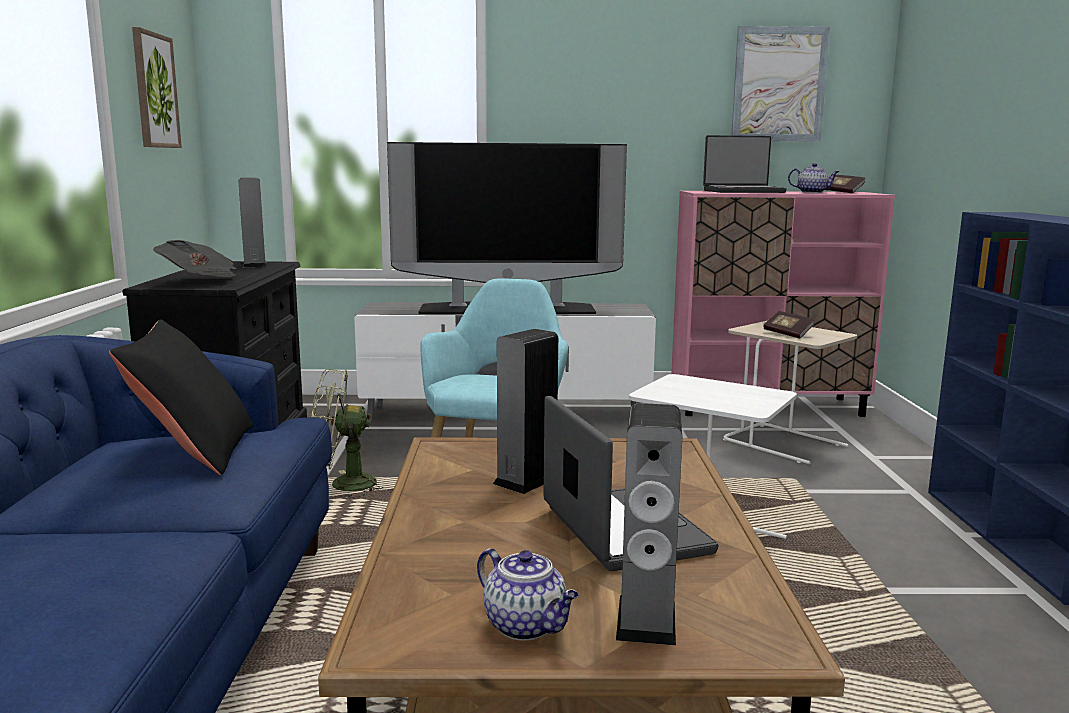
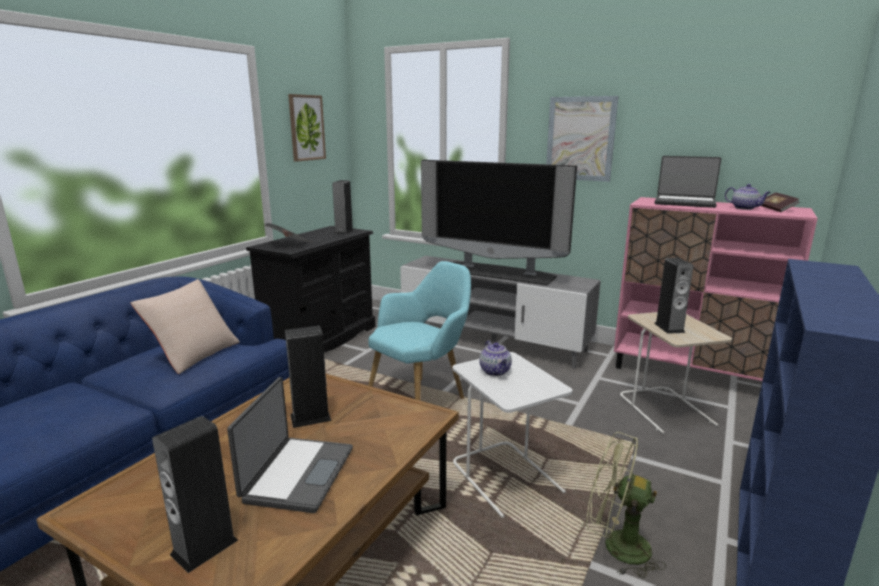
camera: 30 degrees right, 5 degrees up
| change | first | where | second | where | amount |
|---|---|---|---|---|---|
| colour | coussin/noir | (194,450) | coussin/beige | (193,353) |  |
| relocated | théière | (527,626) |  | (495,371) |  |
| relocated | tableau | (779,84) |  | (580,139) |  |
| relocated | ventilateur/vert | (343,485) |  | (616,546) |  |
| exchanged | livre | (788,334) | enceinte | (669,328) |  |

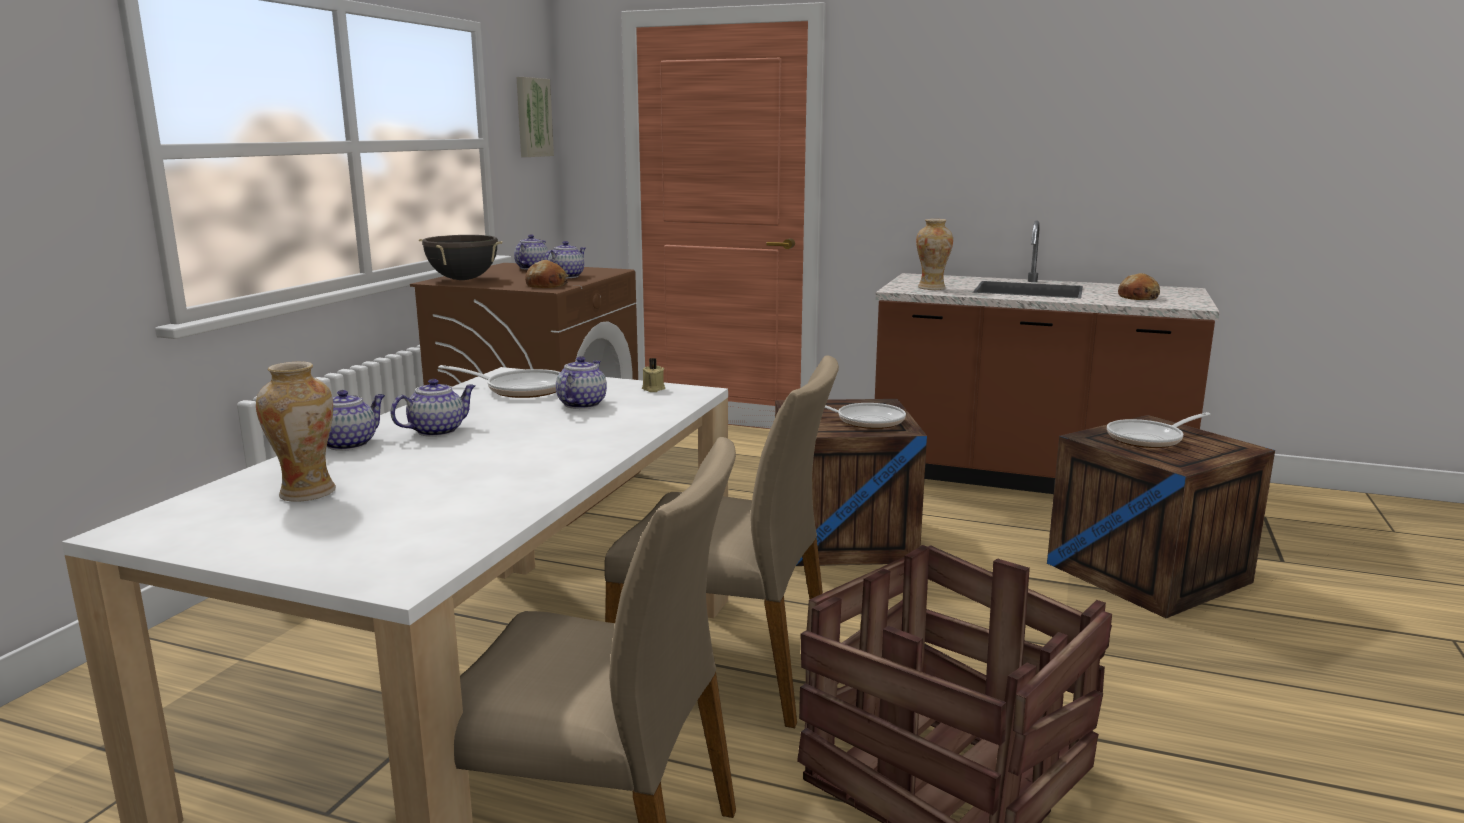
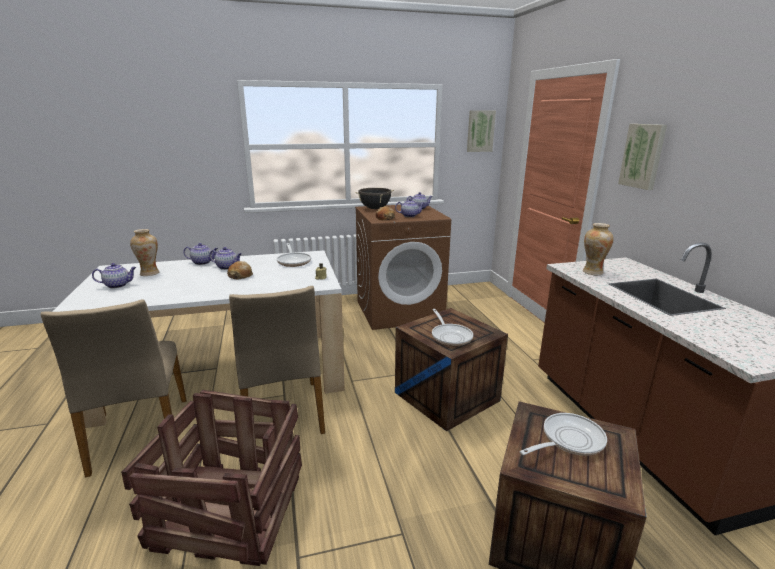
camera: 55 degrees right, 5 degrees up
| change | first | where | second | where | amount |
|---|---|---|---|---|---|
| relocated | théière | (582,404) |  | (118,285) |  |
| relocated | pain | (1138,297) |  | (240,275) |  |
| spun | poêle | (1149,439) |  | (568,440) | 120 degrees clockwise |
| appeared |  |  | tableau | (643,156) |  |

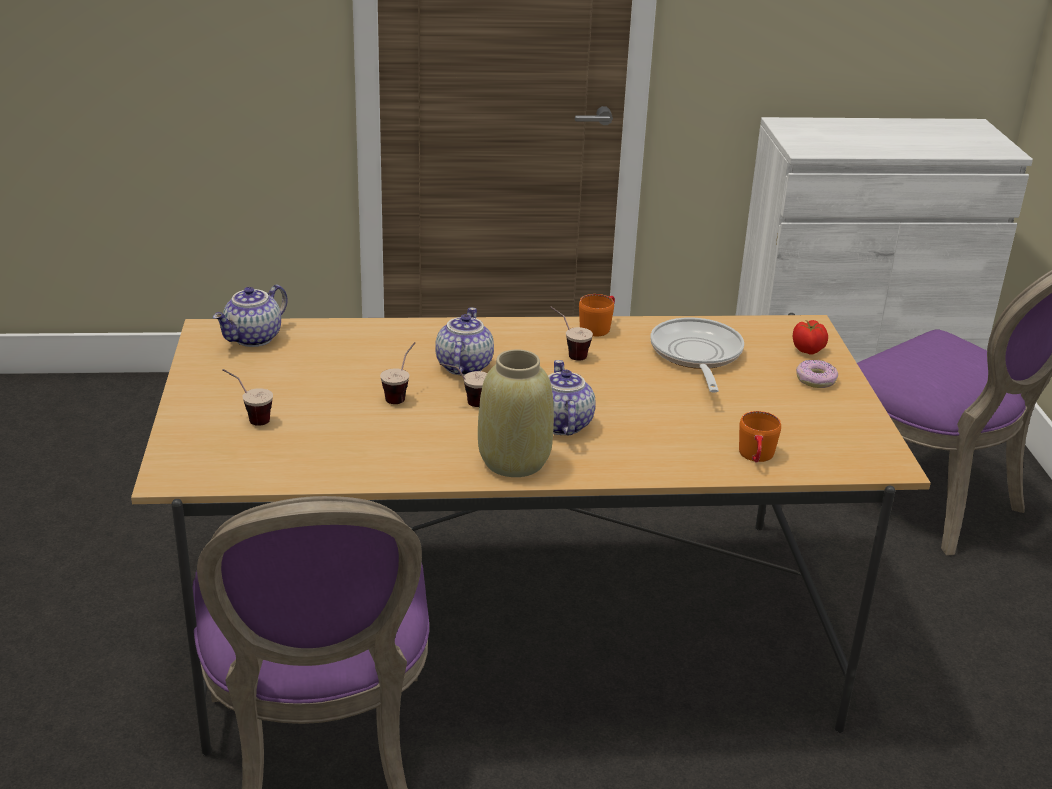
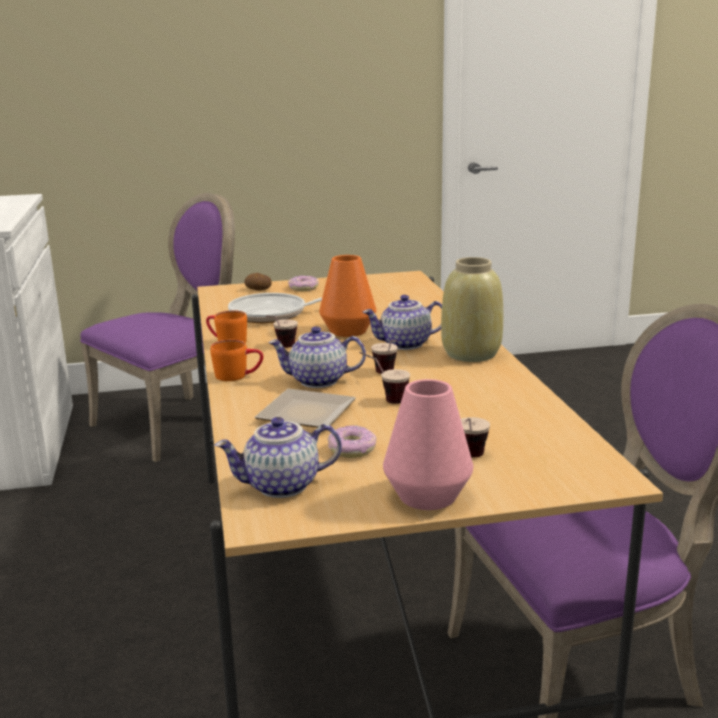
camera: 95 degrees left, 10 degrees down
| change | first | where | second | where | amount |
|---|---|---|---|---|---|
| relocated | mug/orange | (756,457) |  | (238,375) |  |
| spun | théière | (254,339) |  | (281,487) | 135 degrees clockwise |
| exchanged | tomate | (808,350) | pomme de terre | (258,290) |  |
| appeared |  |  | assiette | (305,412) |  |
| appeared |  |  | vase/orange | (348,331) |  |
| appeared |  |  | beignet | (352,449) |  |
| appeared |  |  | vase/rose | (428,496) |  |

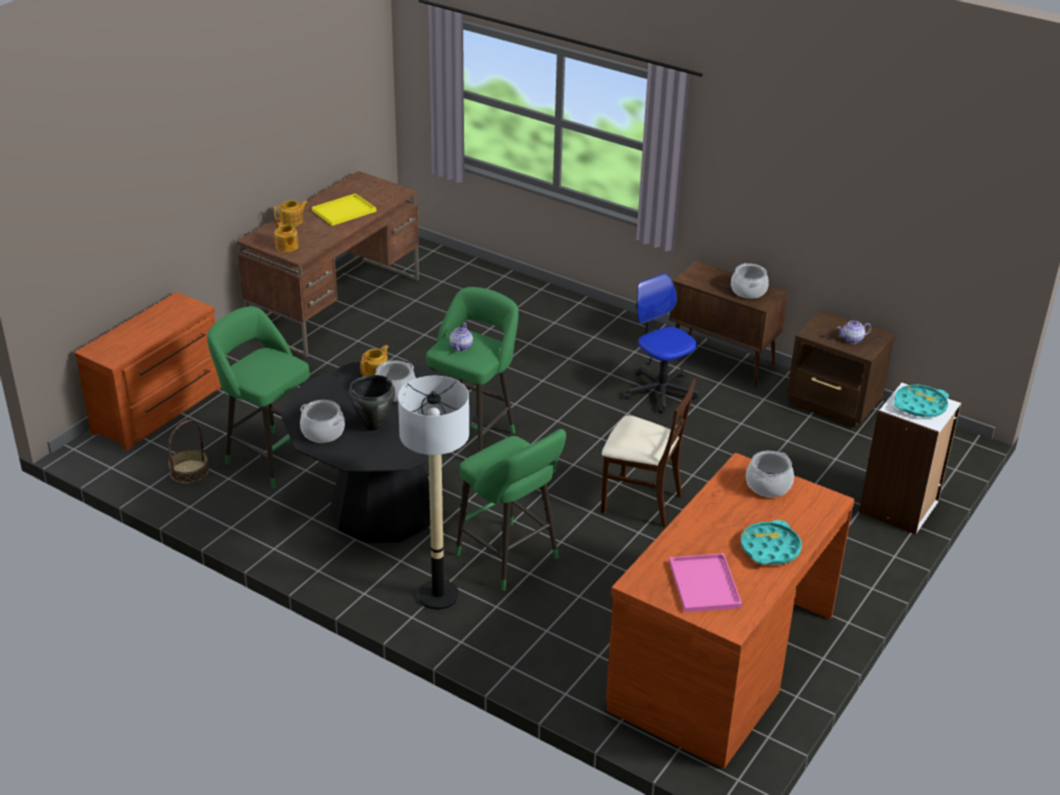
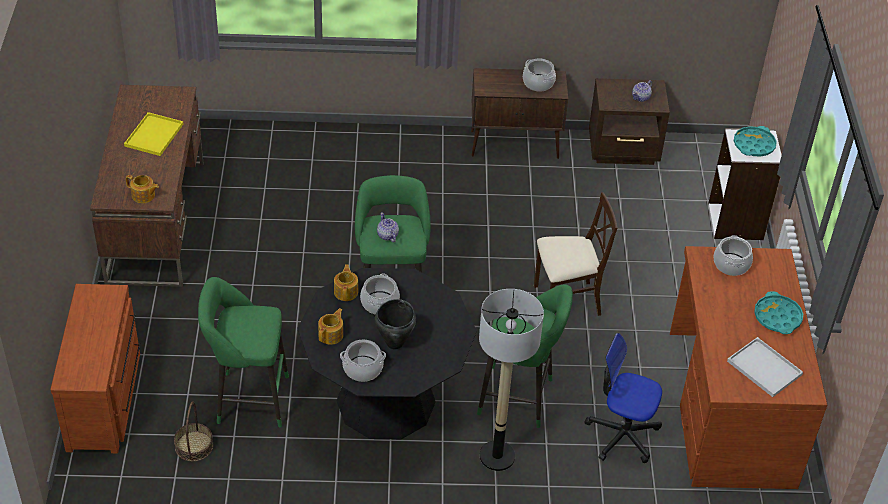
camera: 35 degrees left, 10 degrees up
| change | first | where | second | where | amount |
|---|---|---|---|---|---|
| relocated | théière | (292,221) |  | (331,335) |  |
| relocated | chaise de bureau | (660,391) |  | (622,434) |  |
| colour | plateau/rose | (705,585) | plateau/blanc | (766,368) |  |

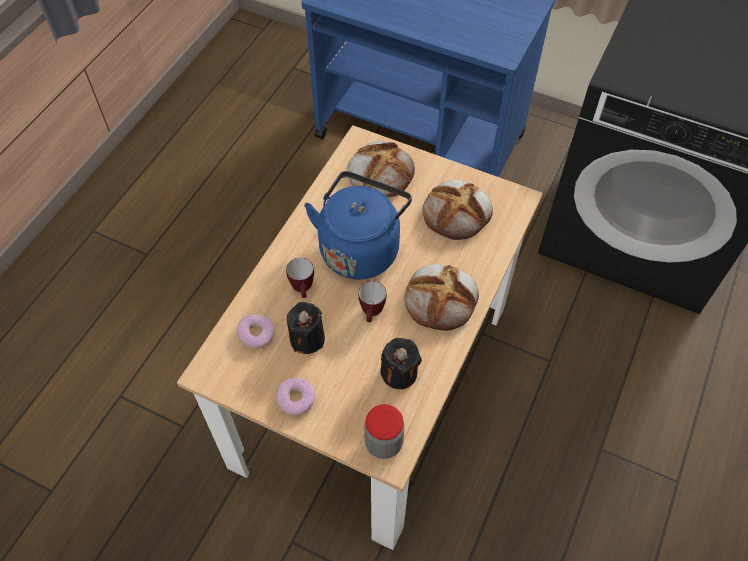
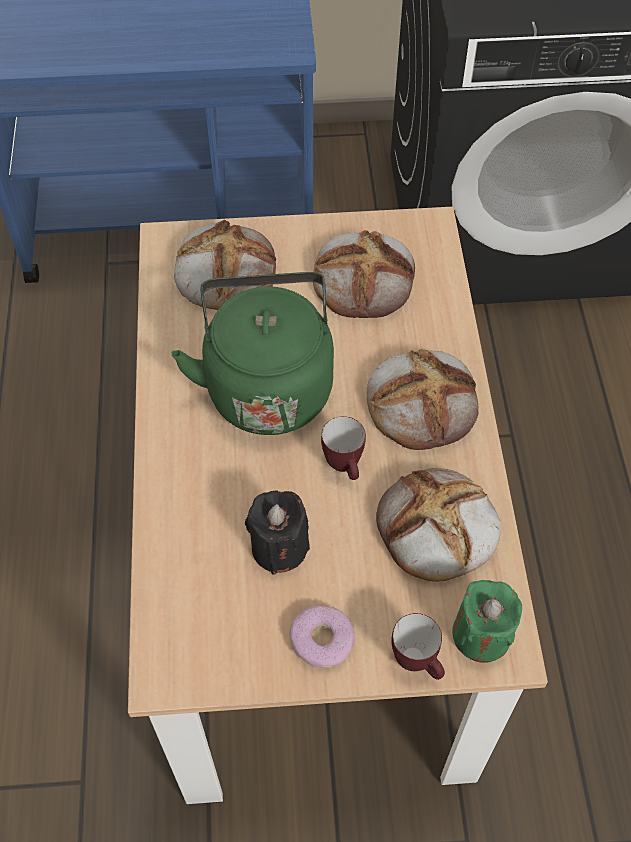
camera: 30 degrees left, 0 degrees up
| change | first | where | second | where | amount |
|---|---|---|---|---|---|
| colour | bouilloire/bleu | (360,248) | bouilloire/vert | (267,385) |  |
| exchanged | bougie/noir | (399,373) | pain | (436,529) |  |
| relocated | mug | (303,290) |  | (418,663) |  |
| exchanged | bocal | (383,443) | bougie/vert | (481,634) |  |
| missing | beignet | (256,334) |  |  |  |

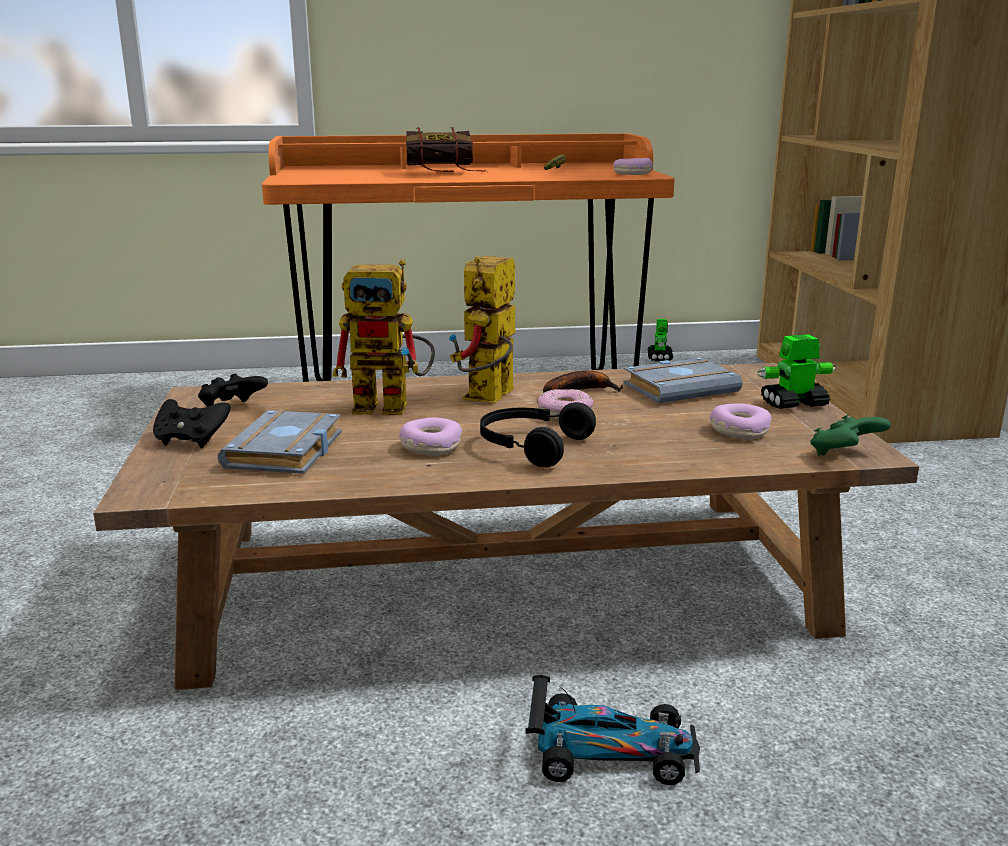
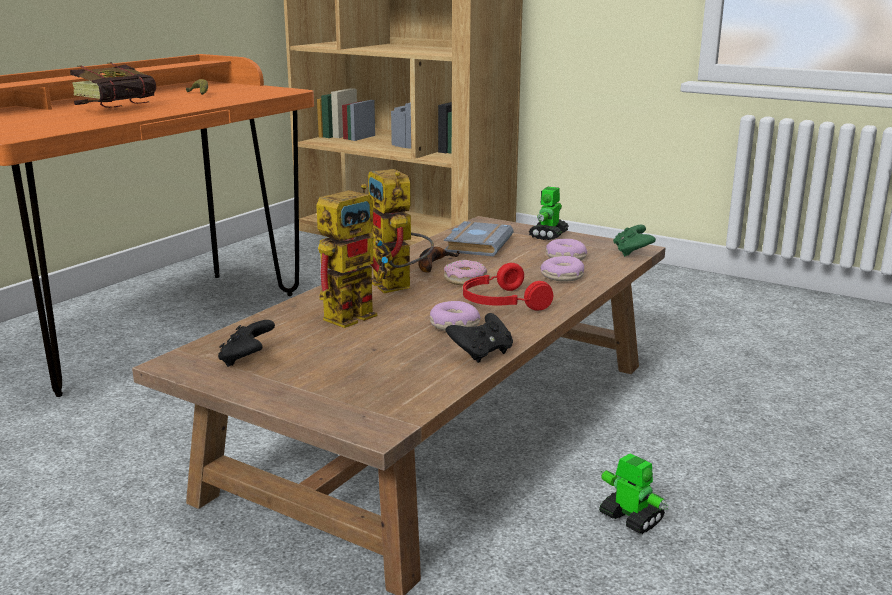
camera: 50 degrees left, 0 degrees up
| change | first | where | second | where | amount |
|---|---|---|---|---|---|
| relocated | manette/noir | (191,440) |  | (481,353) |  |
| colour | casque audio/noir | (531,446) | casque audio/rouge | (501,303) |  |
| relocated | beignet | (632,174) |  | (562,276) |  |
| relocated | robot jouet | (659,357) |  | (630,518) |  |
| missing | livre/gris | (287,452) |  |  |  |
| missing | petite voiture | (609,751) |  |  |  |

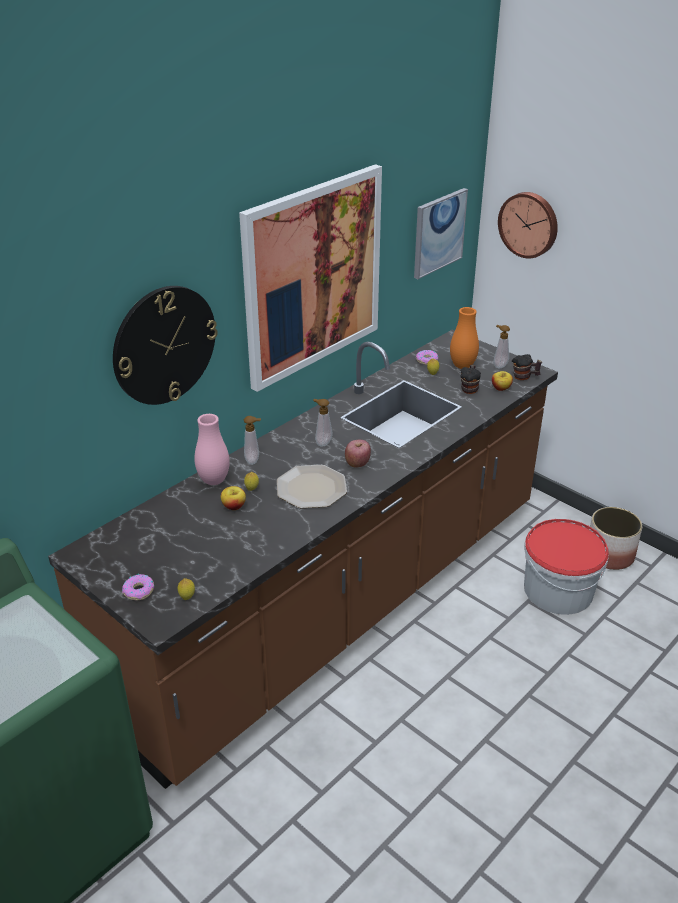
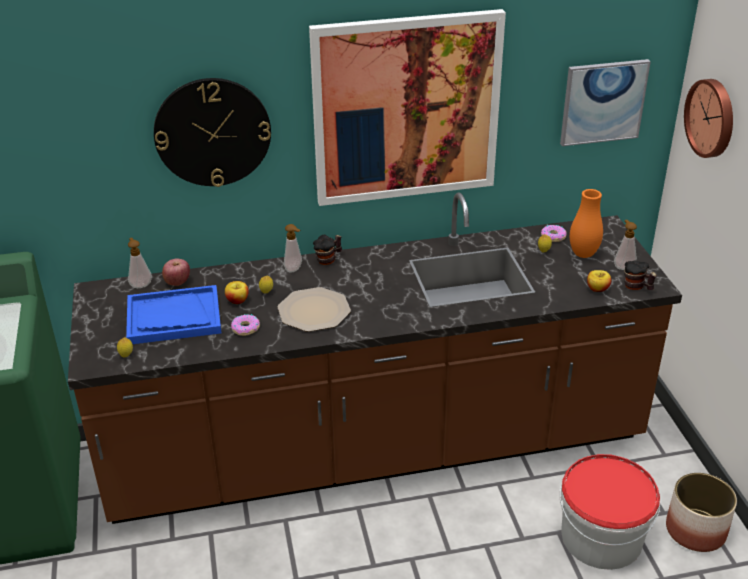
camera: 35 degrees right, 0 degrees up
| change | first | where | second | where | amount |
|---|---|---|---|---|---|
| appeared |  |  | plateau/bleu | (173,317) |  |
| relocated | distributeur de savon | (322,442) |  | (140,285) |  |
| relocated | pomme | (357,463) |  | (177,282) |  |
| relocated | beignet | (139,591) |  | (245,328) |  |
| relocated | mug | (470,388) |  | (328,259) |  |
| missing | vase/rose | (214,481) |  |  |  |

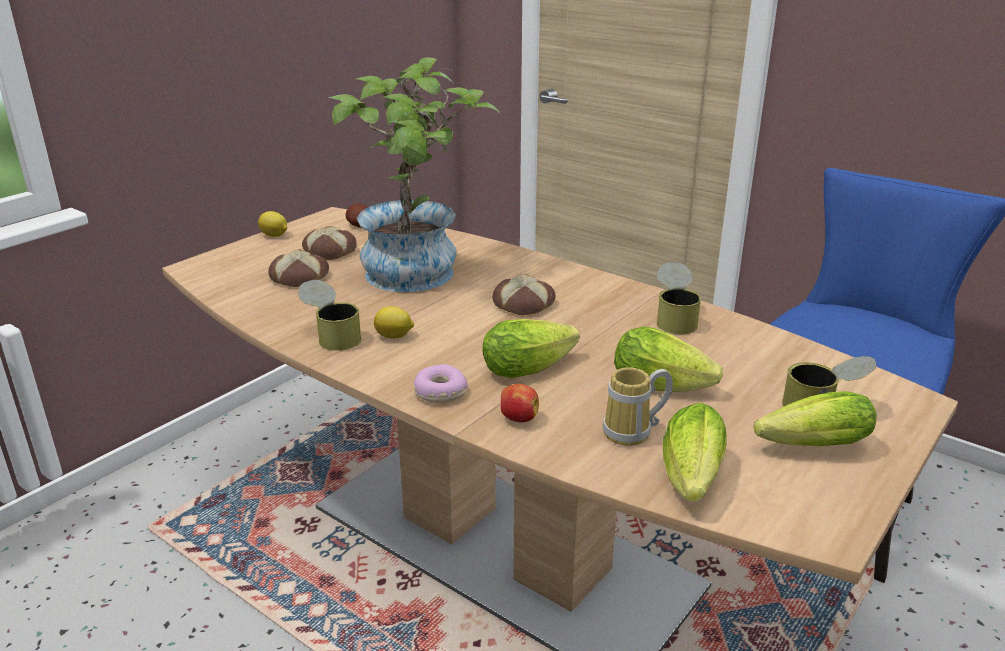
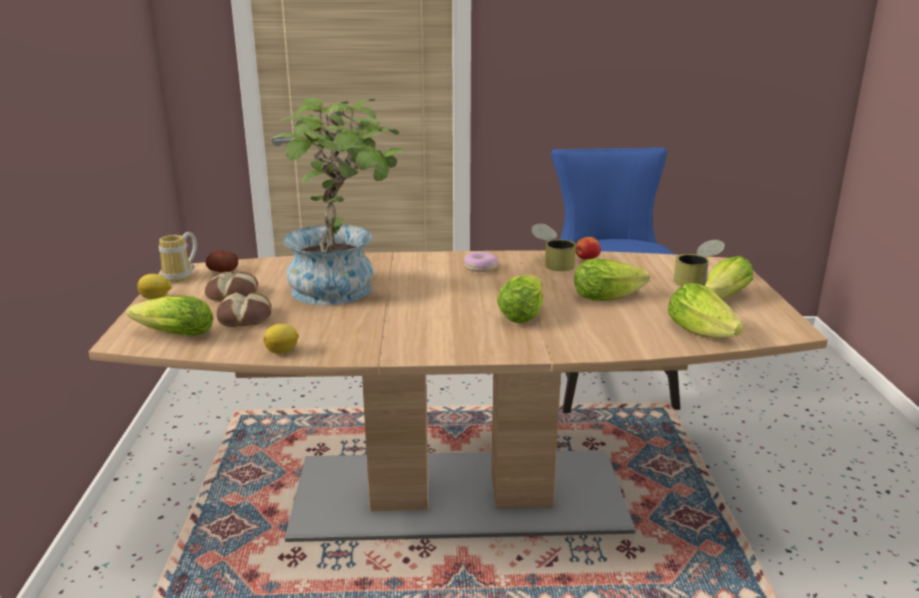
camera: 40 degrees left, 5 degrees down
| change | first | where | second | where | amount |
|---|---|---|---|---|---|
| appeared |  |  | laitue | (171,334) |  |
| relocated | mug | (634,433) |  | (182,276) |  |
| relocated | citron | (394,336) |  | (283,351) |  |
| relocated | beignet | (439,392) |  | (480,268) |  |
| relocated | pomme | (518,418) |  | (586,259) |  |
| missing | boîte métallique | (332,336) |  |  |  |
| missing | pain | (524,304) |  |  |  |

